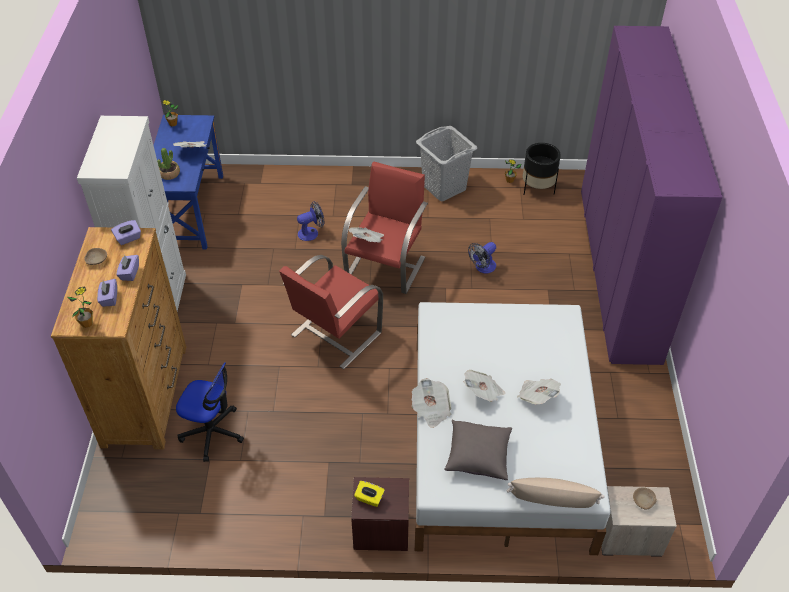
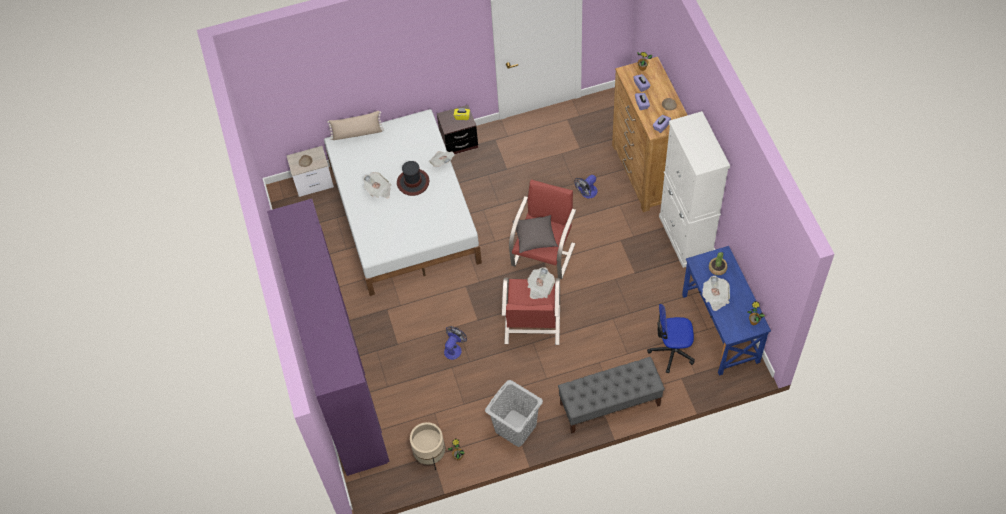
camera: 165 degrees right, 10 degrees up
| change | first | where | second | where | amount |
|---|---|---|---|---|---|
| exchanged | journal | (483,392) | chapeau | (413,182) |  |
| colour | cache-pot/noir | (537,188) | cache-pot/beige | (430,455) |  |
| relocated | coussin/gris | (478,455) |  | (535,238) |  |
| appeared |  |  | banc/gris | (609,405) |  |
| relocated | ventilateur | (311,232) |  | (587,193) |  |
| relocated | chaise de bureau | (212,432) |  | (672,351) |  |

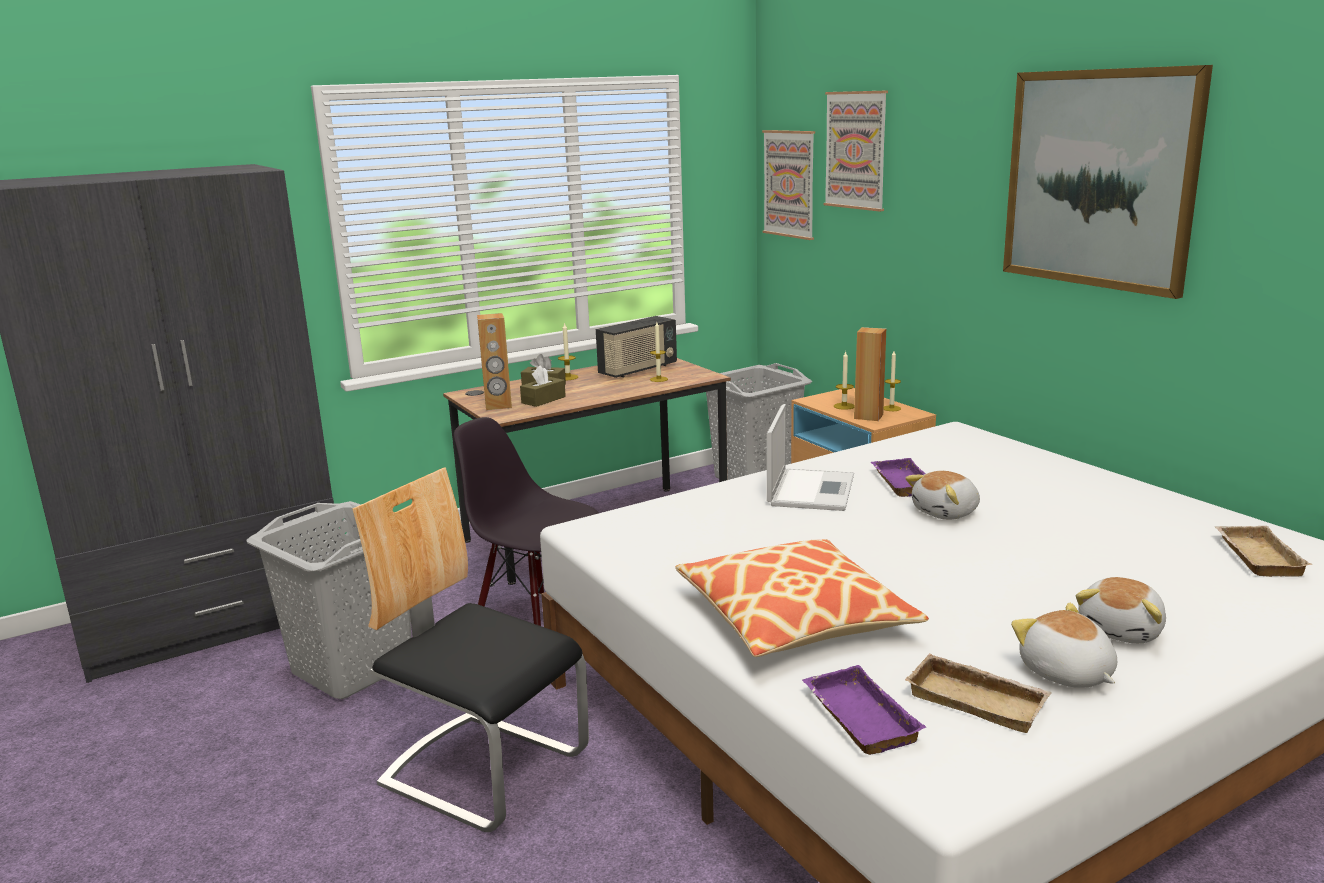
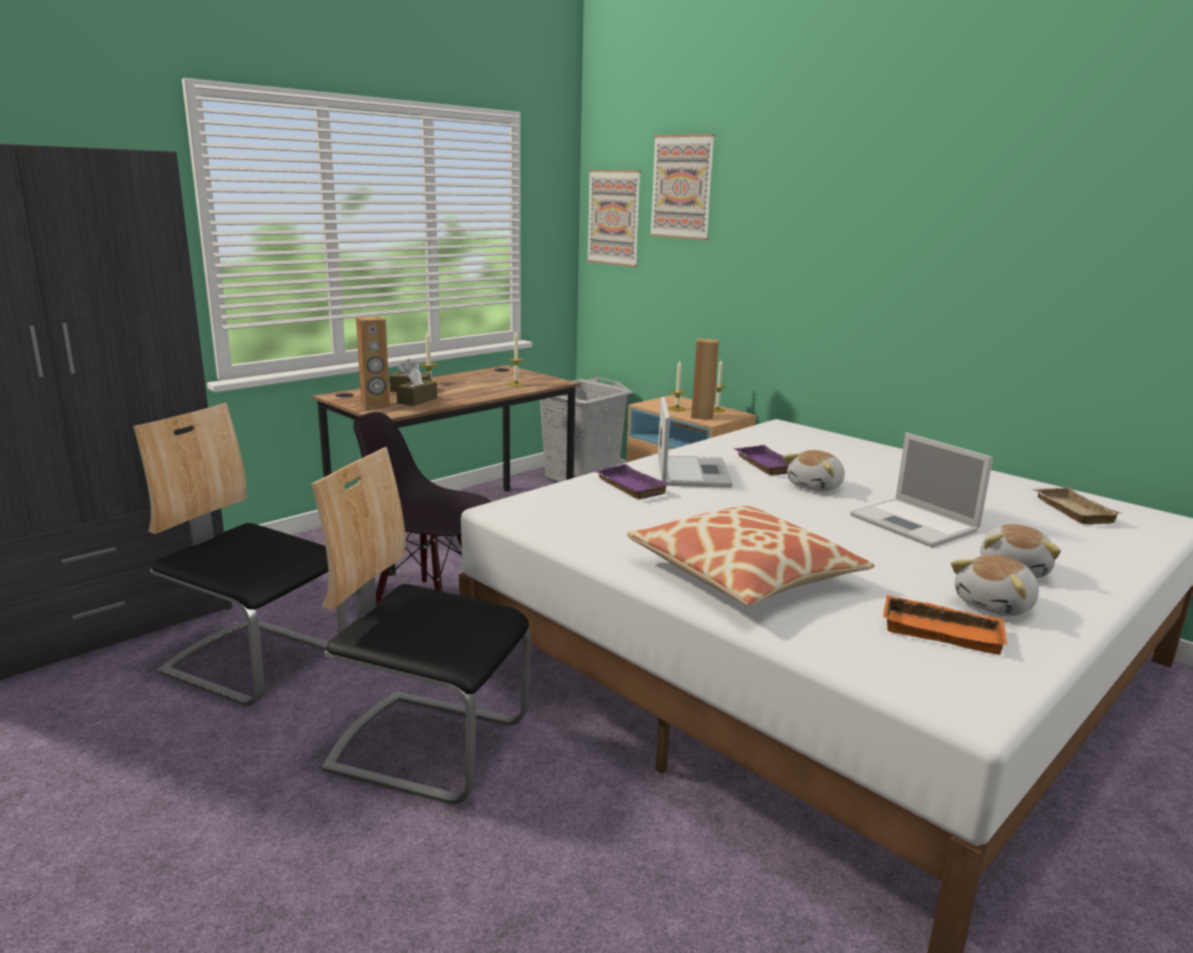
camera: 15 degrees left, 0 degrees up
| change | first | where | second | where | amount |
|---|---|---|---|---|---|
| exchanged | panier à linge/gris | (353,667) | chaise | (255,661) |  |
| relocated | plateau/violet | (856,717) |  | (628,487) |  |
| appeared |  |  | ordinateur portable | (916,524) |  |
| colour | plateau/beige | (979,700) | plateau/orange | (943,631) |  |
| spun | peluche | (1066,673) |  | (996,605) | 90 degrees counterclockwise |
| missing | radio | (638,370) |  |  |  |
| missing | tableau | (1099,179) |  |  |  |

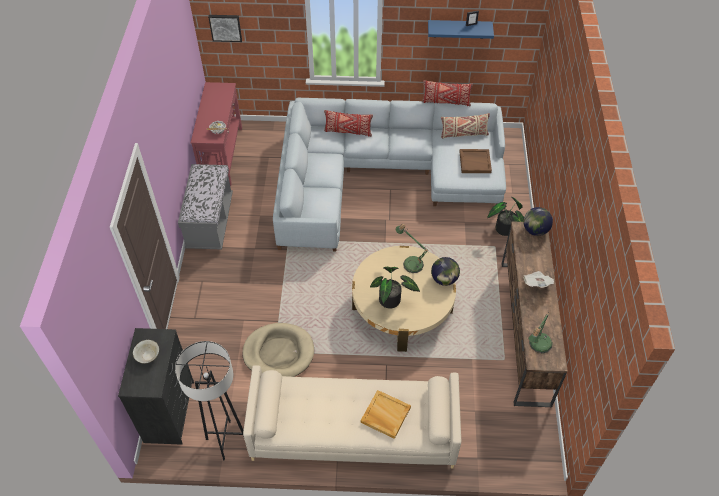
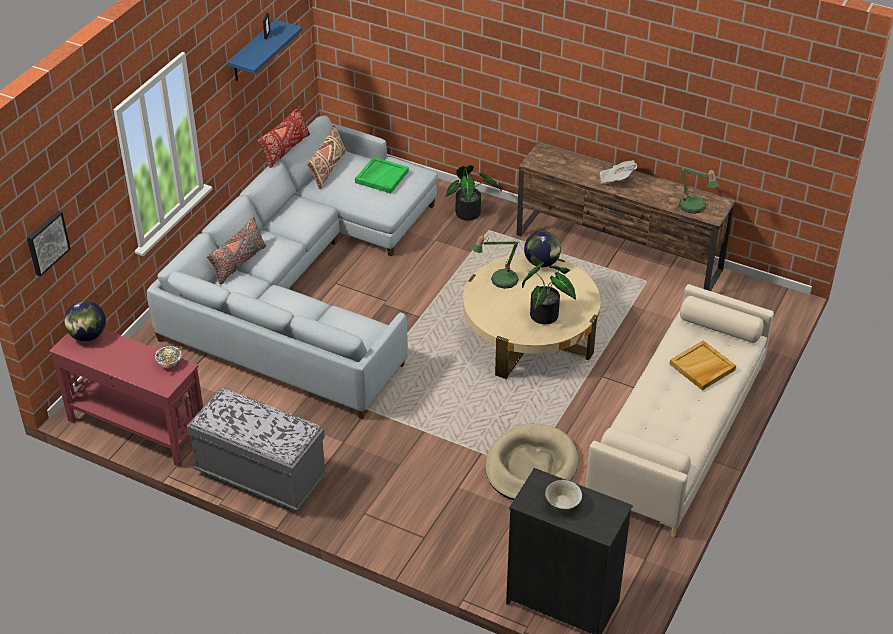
camera: 65 degrees left, 10 degrees down
| change | first | where | second | where | amount |
|---|---|---|---|---|---|
| relocated | globe | (535,230) |  | (88,336) |  |
| colour | coussin/rouge | (348,131) | coussin/gris | (238,264) |  |
| colour | plateau/marron | (475,162) | plateau/vert | (381,176) |  |
| missing | lampadaire/gris | (227,440) |  |  |  |

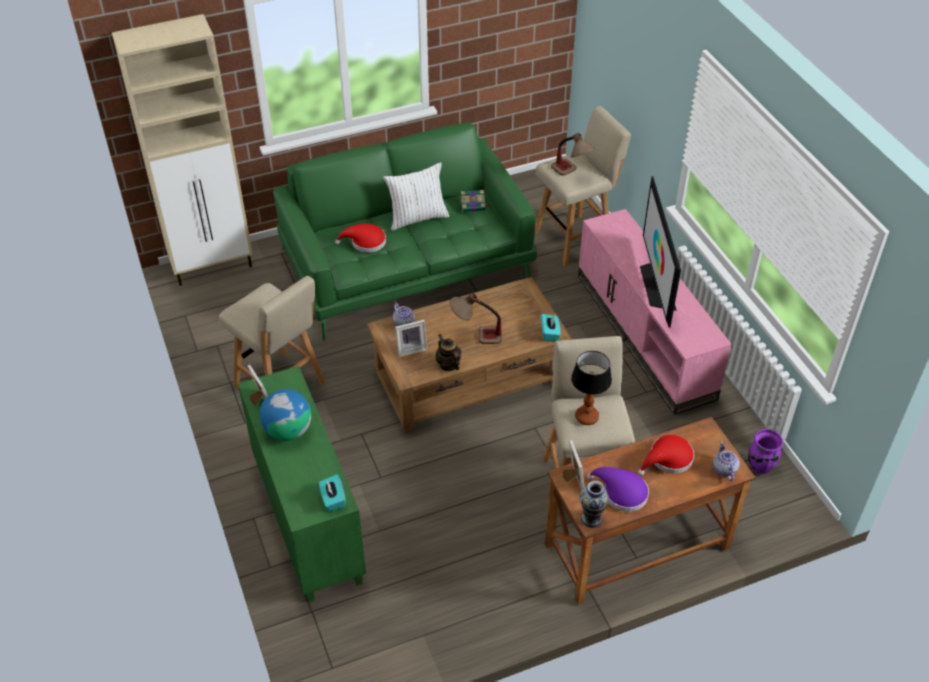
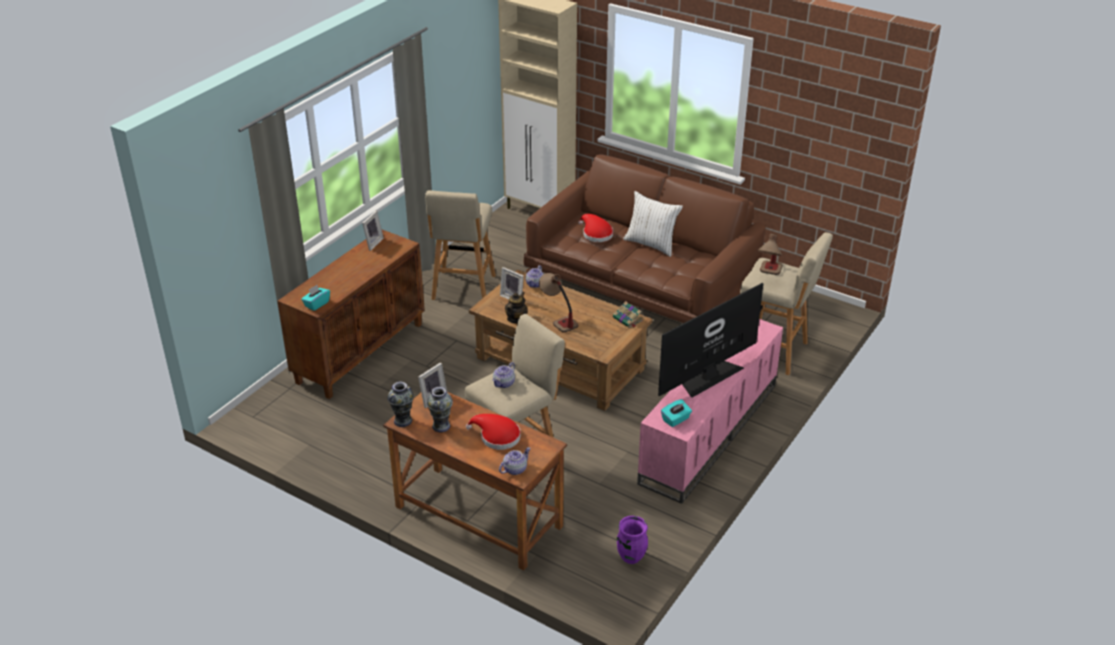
camera: 55 degrees right, 10 degrees down
| change | first | where | second | where | amount |
|---|---|---|---|---|---|
| colour | meuble de rangement/vert | (307,520) | meuble de rangement/marron | (360,352) |  |
| exchanged | chapeau/violet | (621,493) | vase | (441,426) |  |
| exchanged | lampe de table | (587,416) | théière | (504,383) |  |
| colour | canapé/vert | (407,264) | canapé/marron | (642,286) |  |
| relocated | livre | (473,205) |  | (628,319) |  |
| relocated | boîte à mouchoirs/turquoise | (550,333) |  | (676,420) |  |
| missing | globe | (288,430) |  |  |  |

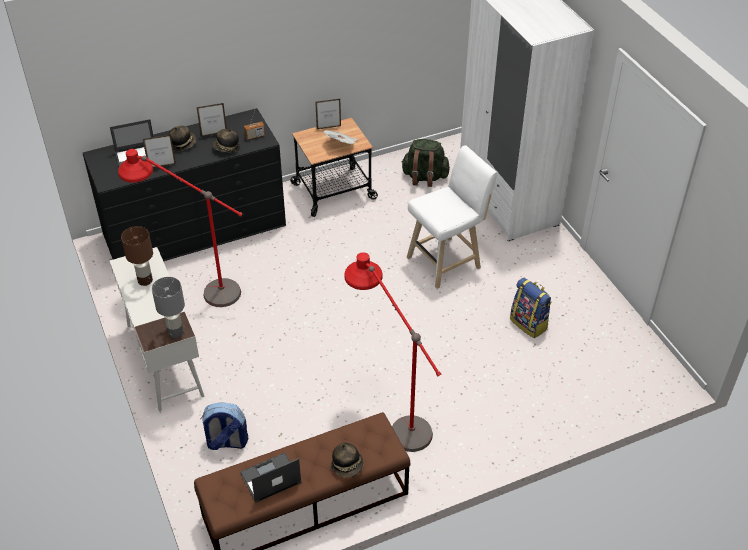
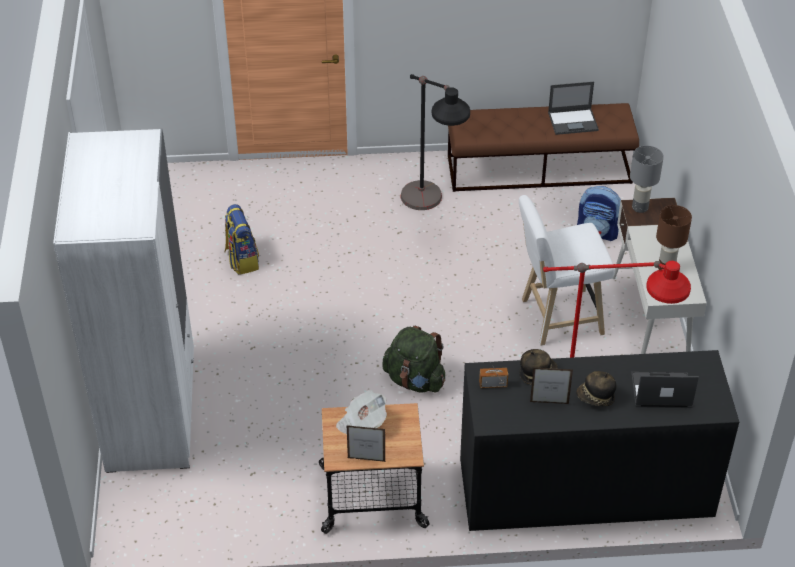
camera: 160 degrees left, 0 degrees up
| change | first | where | second | where | amount |
|---|---|---|---|---|---|
| relocated | sac à dos/vert | (424,177) |  | (415,380) |  |
| colour | lampadaire/rouge | (392,415) | lampadaire/noir | (431,215) |  |
| relocated | tabouret/blanc | (447,261) |  | (557,317) |  |
| missing | cadre photo | (162,166) |  |  |  |
| missing | chapeau | (348,466) |  |  |  |

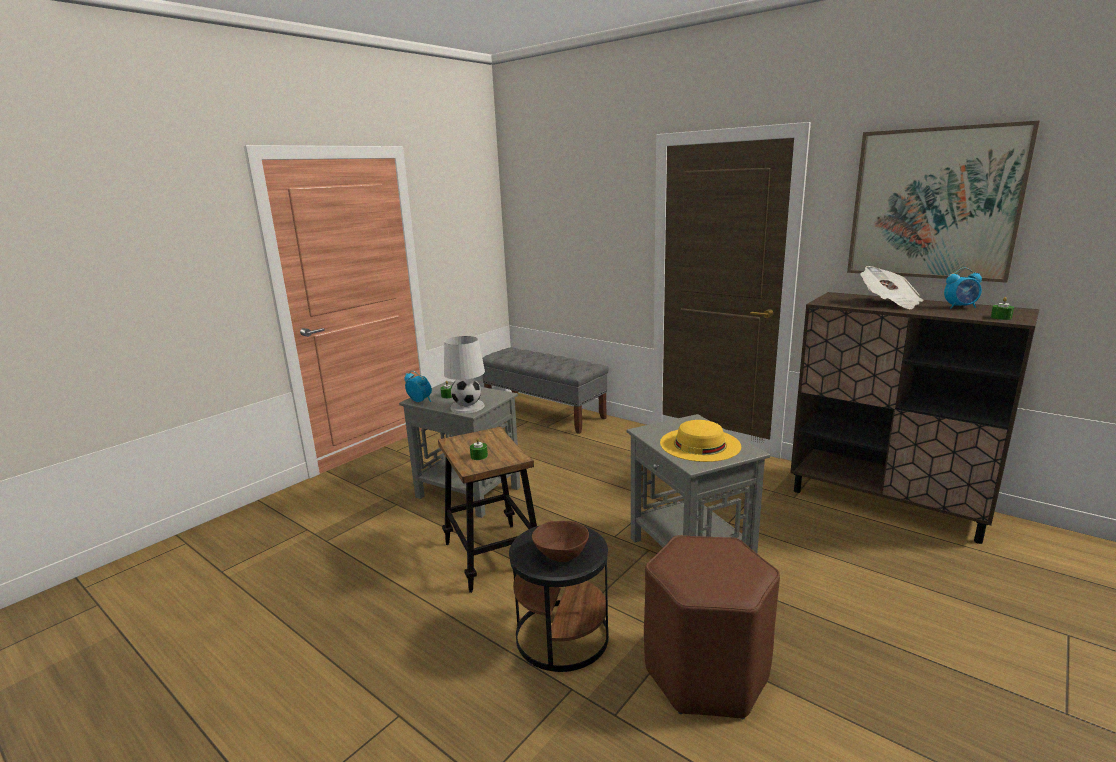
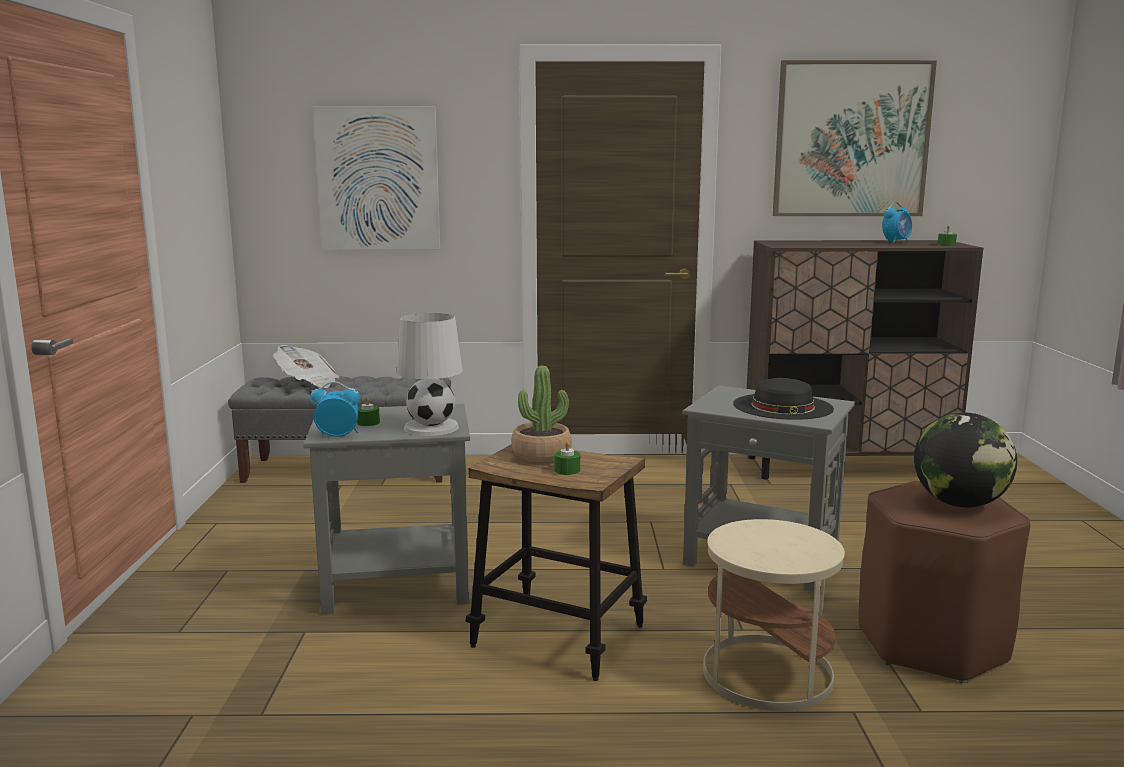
camera: 40 degrees left, 5 degrees down
| change | first | where | second | where | amount |
|---|---|---|---|---|---|
| relocated | journal | (889,303) |  | (308,383) |  |
| appeared |  |  | tableau | (378,179) |  |
| appeared |  |  | plante en pot | (541,454) |  |
| colour | table d'appoint/noir | (561,636) | table d'appoint/beige | (767,674) |  |
| colour | chapeau/jaune | (700,444) | chapeau/noir | (783,406) |  |
| appeared |  |  | globe | (959,504) |  |
| missing | bol/marron | (562,554) |  |  |  |

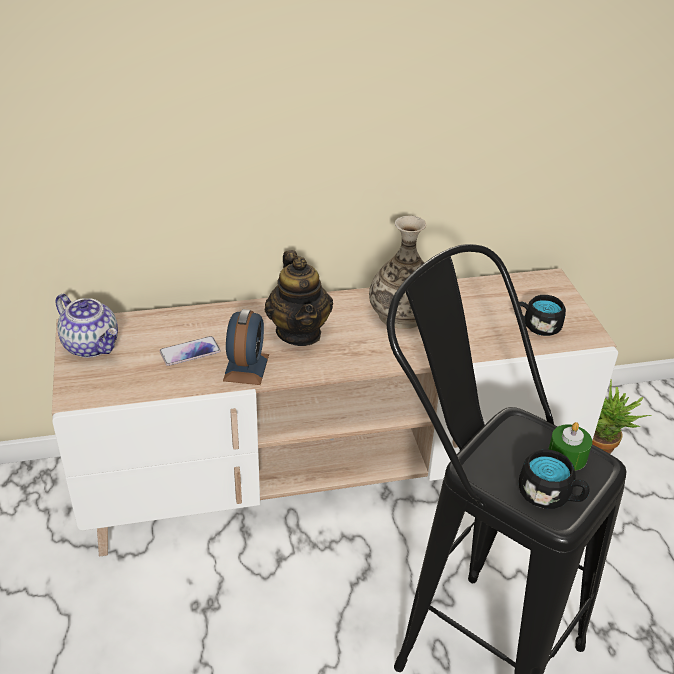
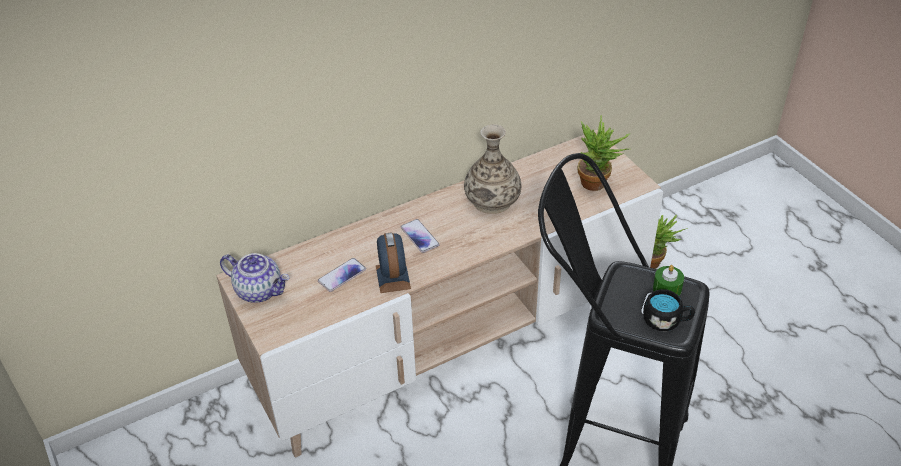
camera: 15 degrees left, 5 degrees up
| change | first | where | second | where | amount |
|---|---|---|---|---|---|
| exchanged | théière | (299,332) | téléphone | (420,236) |  |
| exchanged | mug/noir | (536,326) | plante en pot | (597,185) |  |

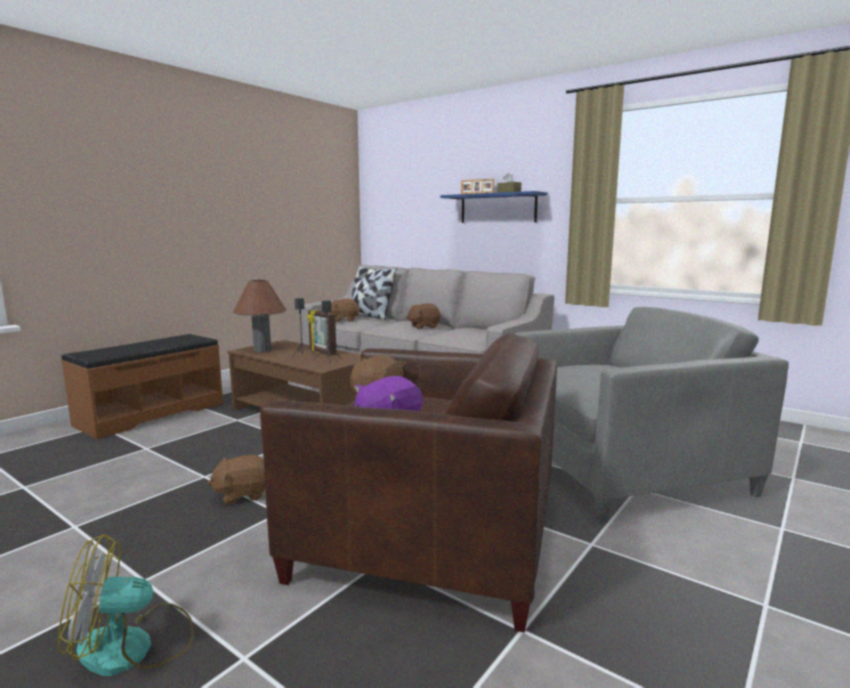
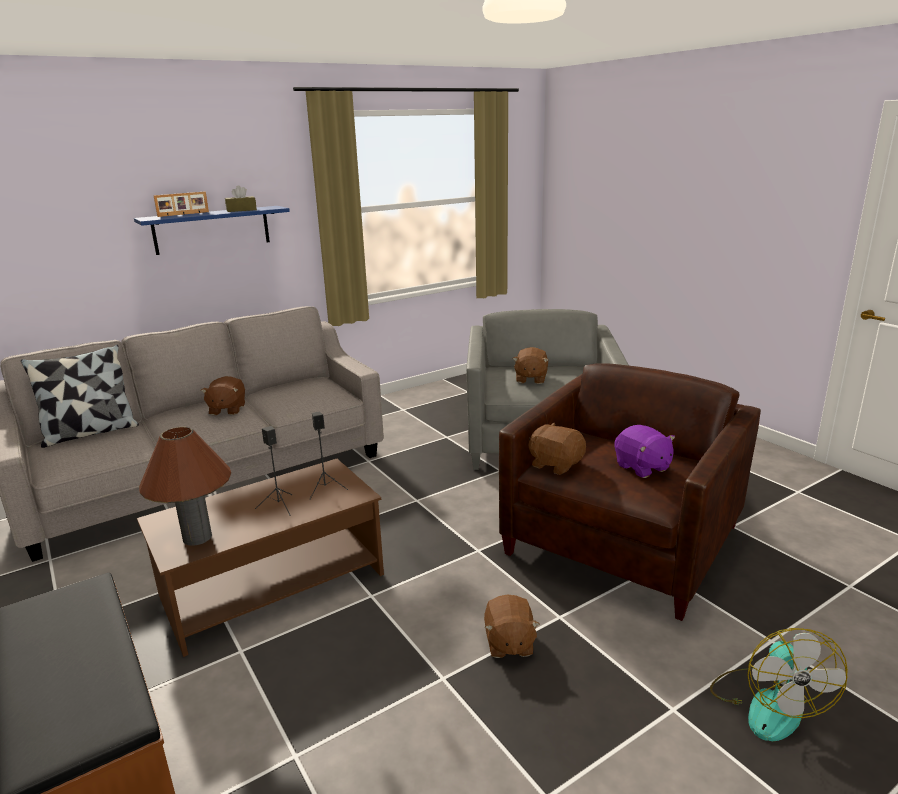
camera: 70 degrees left, 10 degrees up
| change | first | where | second | where | amount |
|---|---|---|---|---|---|
| relocated | peluche/marron | (344,320) |  | (530,379) |  |
| missing | cadre photo | (322,352) |  |  |  |

